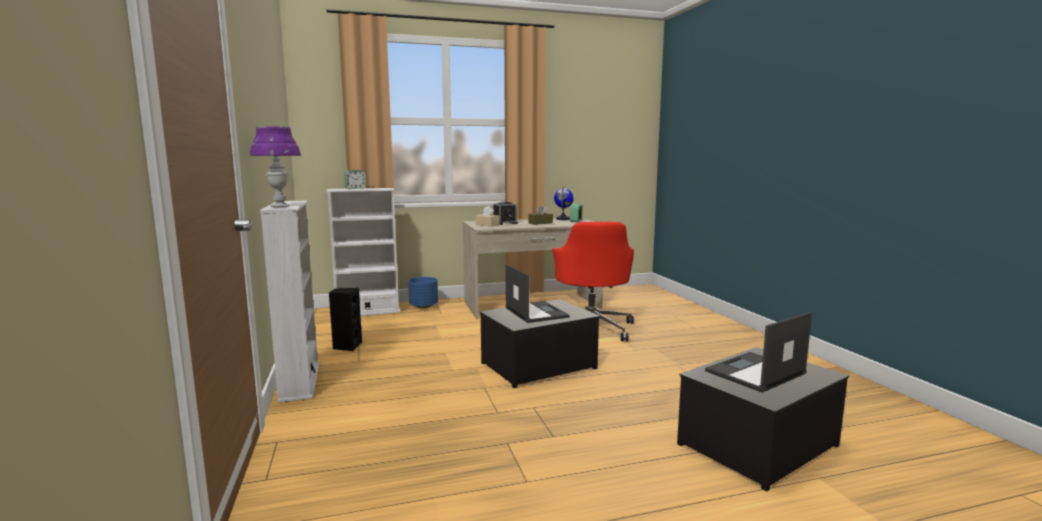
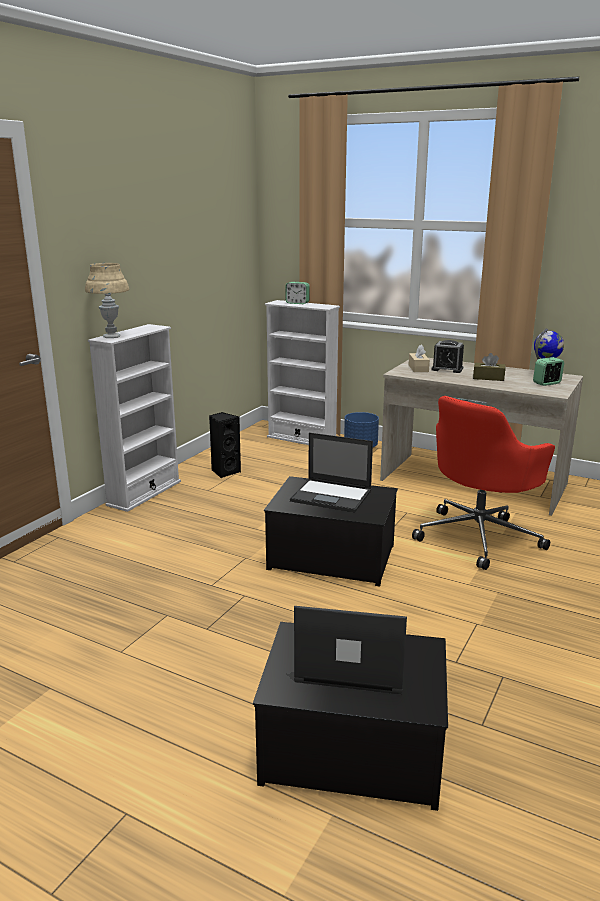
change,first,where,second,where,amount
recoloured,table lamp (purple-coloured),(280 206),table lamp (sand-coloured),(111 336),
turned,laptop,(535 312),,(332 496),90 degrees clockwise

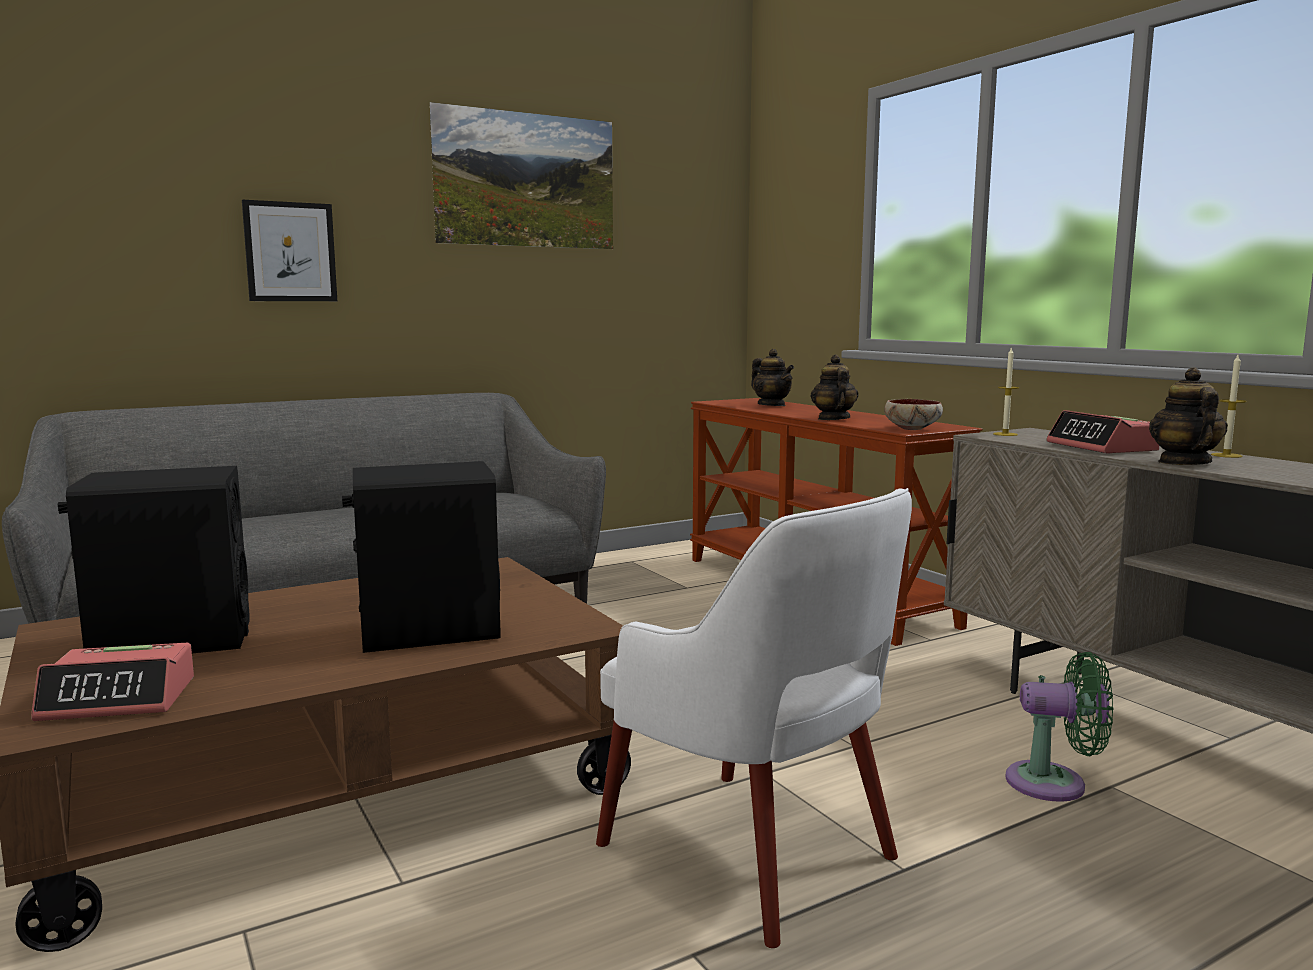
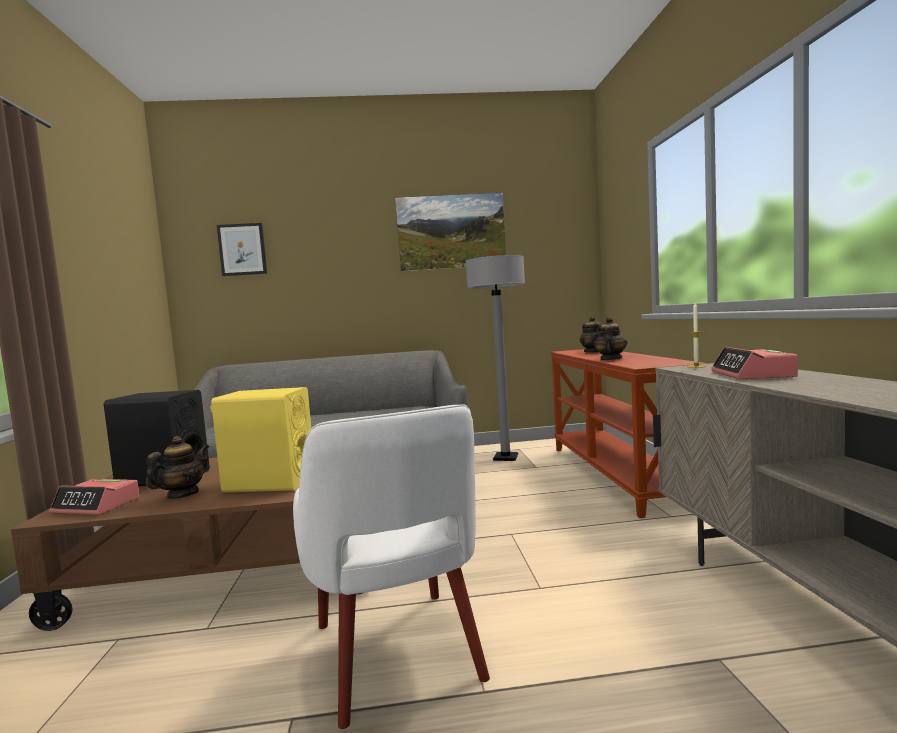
change,first,where,second,where,amount
moved,picture,(290 252),,(242 249),
recoloured,audio speaker (black),(428 631),audio speaker (yellow),(270 483),
removed,serving bowl,(911 428),,,
removed,electric fan (green-coloured),(1054 783),,,
moved,tea pot,(1183 462),,(182 494),
removed,wax candle,(1226 455),,,
added,,,standard lamp (grey),(506 458),

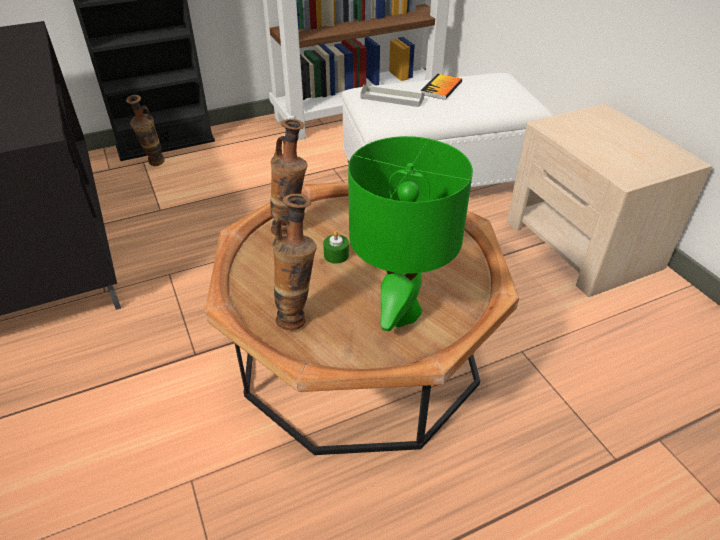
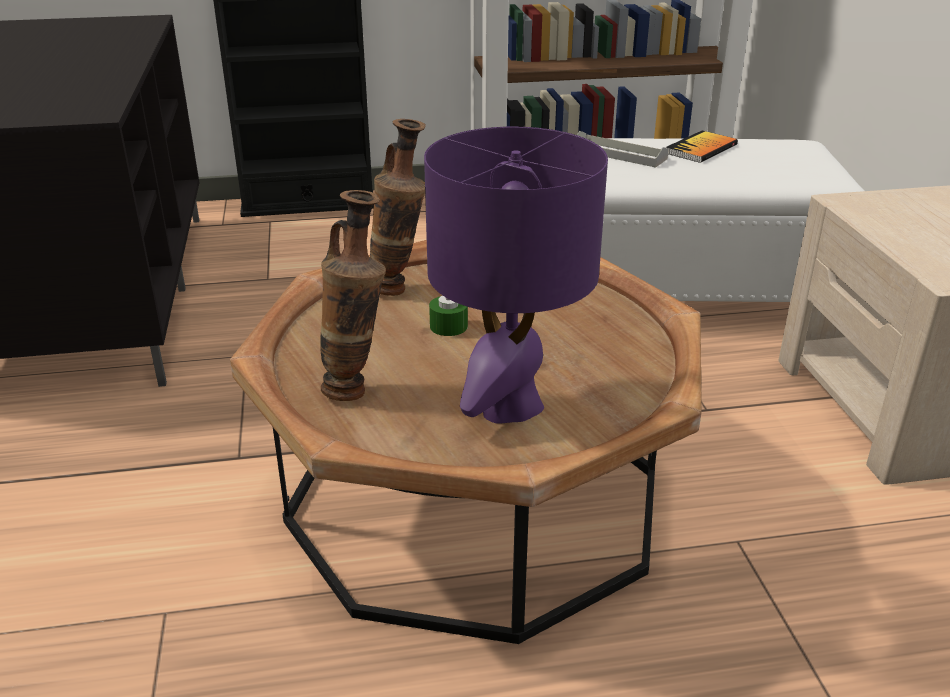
change,first,where,second,where,amount
removed,vase,(154 165),,,
recoloured,table lamp (green-coloured),(400 312),table lamp (purple-coloured),(509 406),

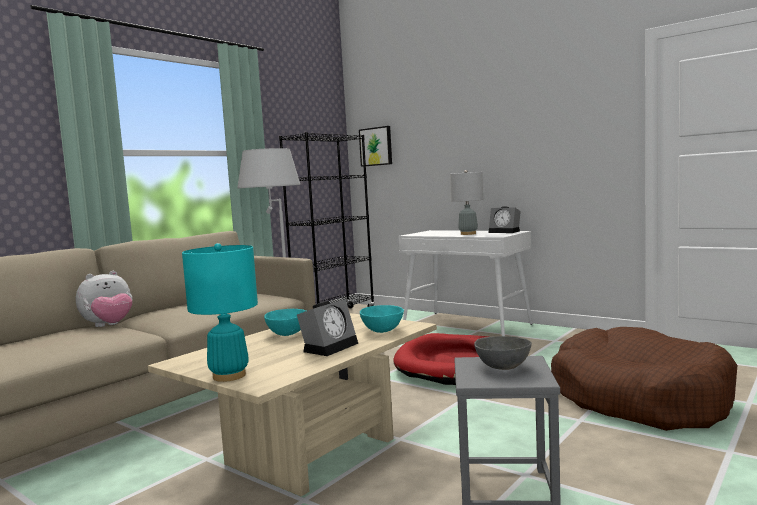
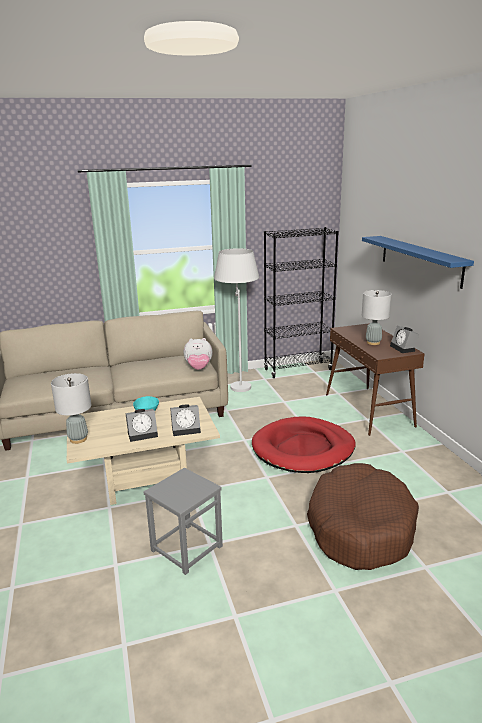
change,first,where,second,where,amount
moved,plush toy,(109 326),,(198 368),
recoloured,table lamp (blue-green),(229 376),table lamp (grey),(78 439),
removed,picture,(376 146),,,
replaced,serving bowl (blue-green),(382 330),bedside clock,(187 429),
recoloured,hall table (whitish),(467 325),hall table (brownish),(369 410),
removed,serving bowl (grey),(503 367),,,
added,,,shelf (bluish),(420 260),

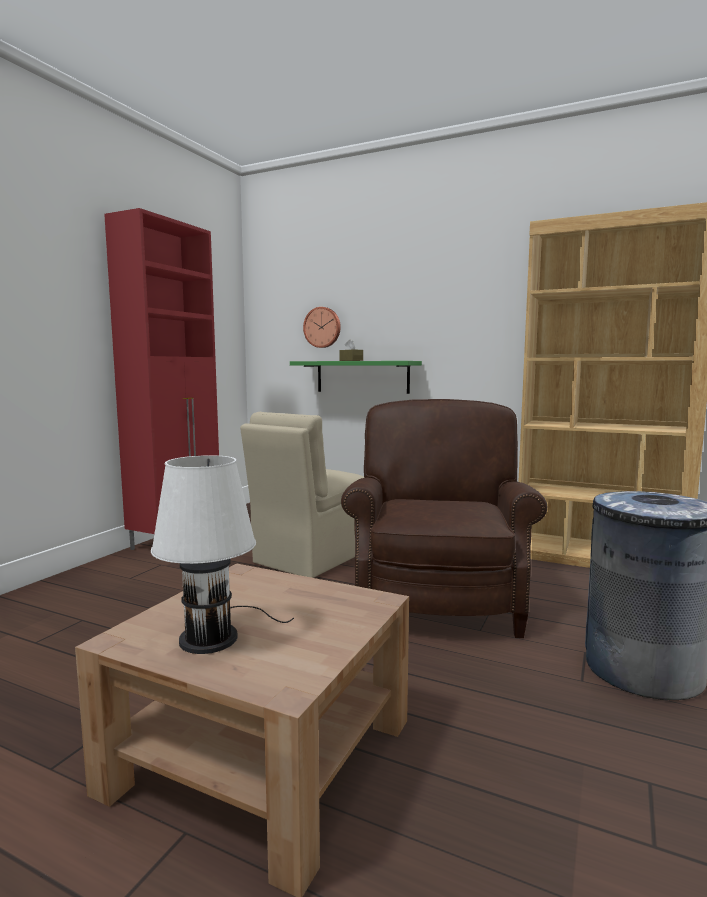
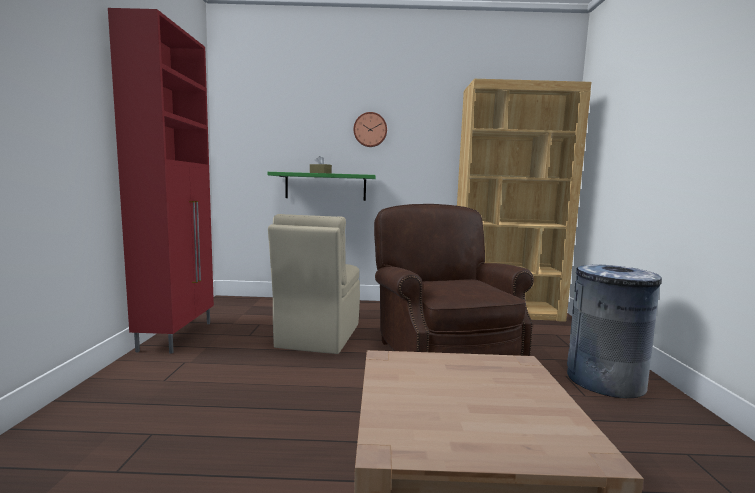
change,first,where,second,where,amount
removed,table lamp (whitish),(214 636),,,
moved,clock on the wall,(322 327),,(370 130),

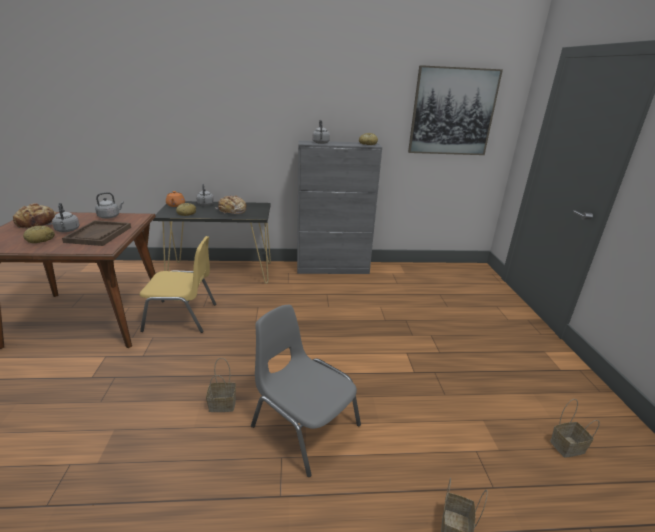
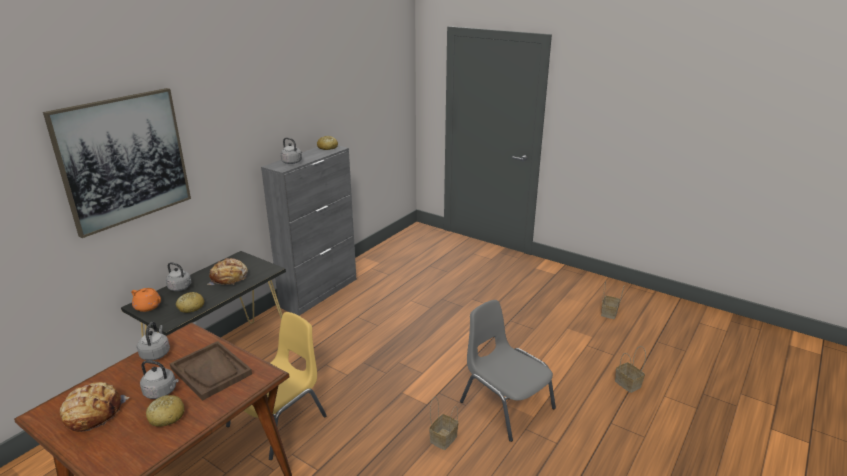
change,first,where,second,where,amount
turned,chair (grey),(304 425),,(505 404),60 degrees clockwise
moved,picture,(452 112),,(123 160),

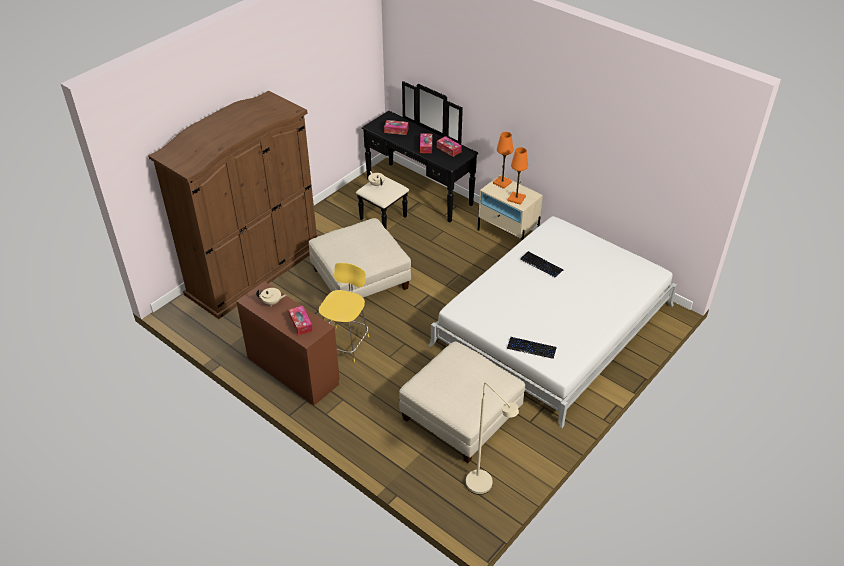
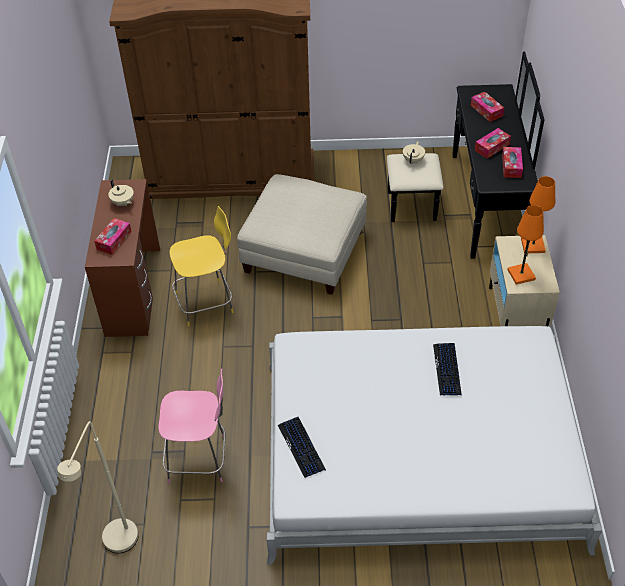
change,first,where,second,where,amount
replaced,ottoman (sand-coloured),(461 415),chair (pink),(199 459),

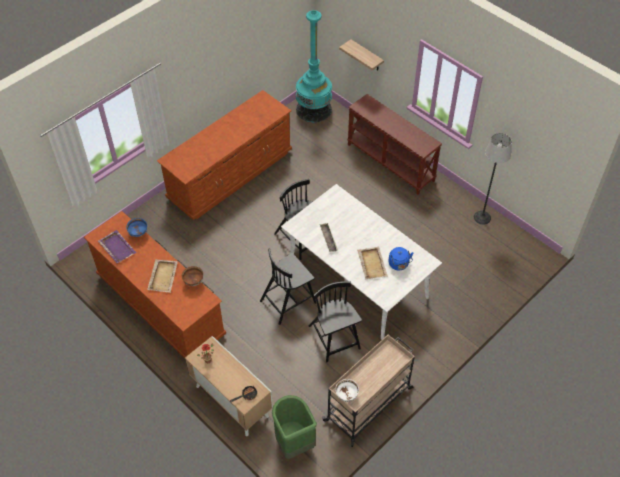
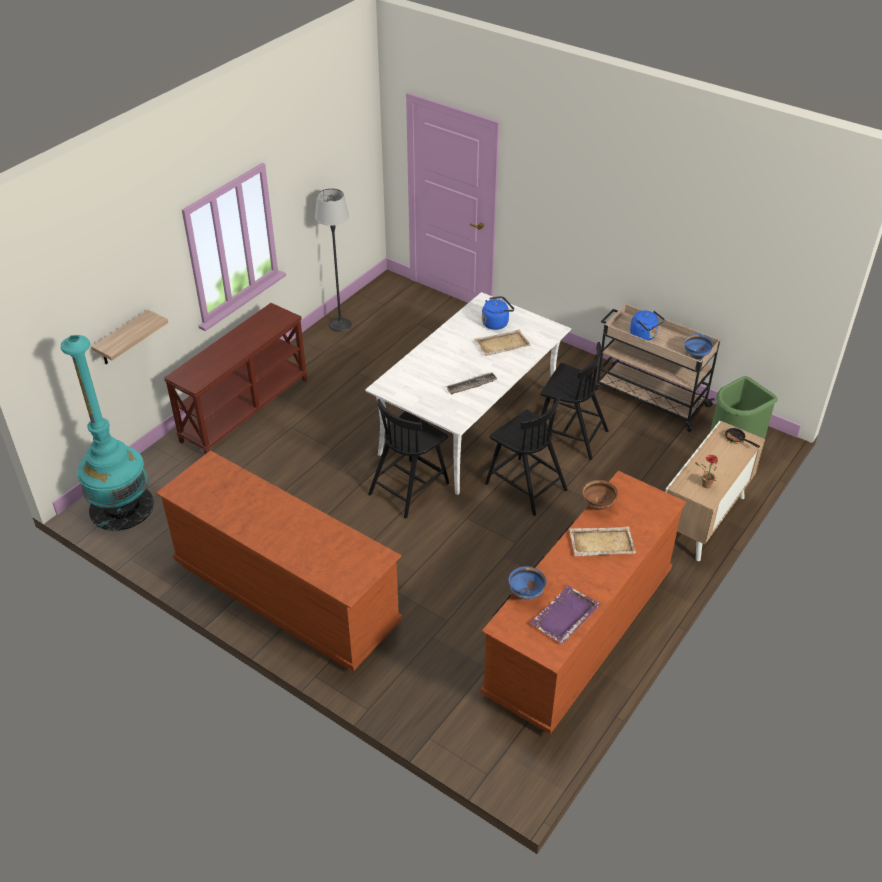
change,first,where,second,where,amount
turned,chair (black),(334 338),,(569 435),120 degrees counterclockwise
recoloured,serving bowl (whitish),(346 395),serving bowl (bluish),(696 355),
added,,,tea kettle (bluish),(644 336),

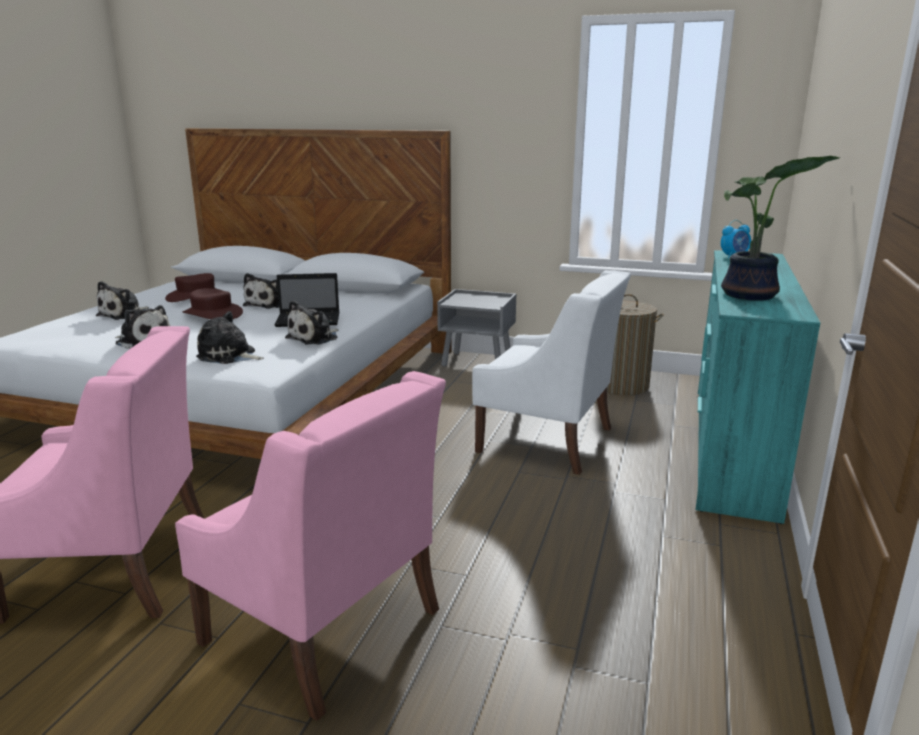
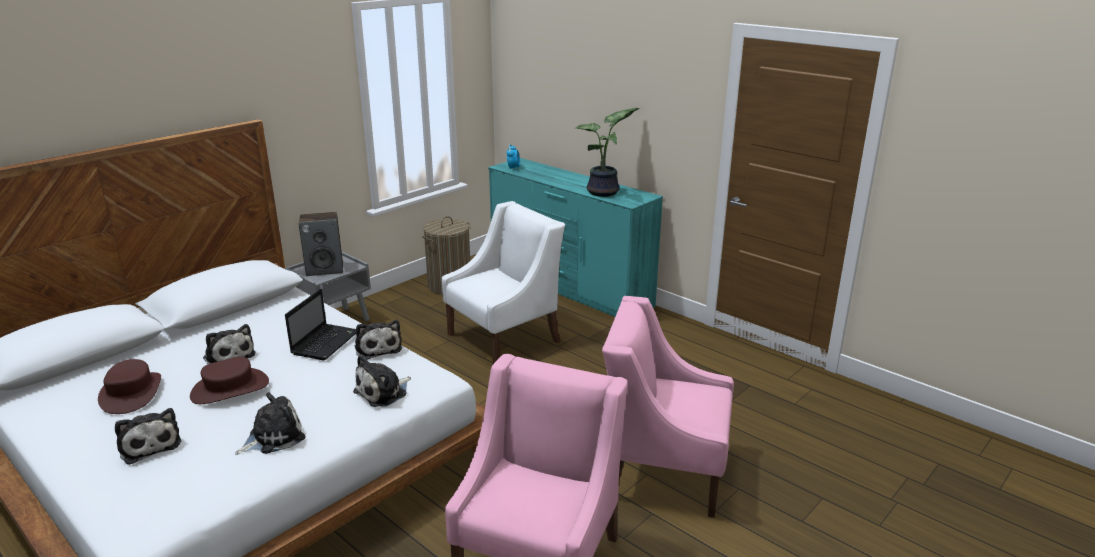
change,first,where,second,where,amount
turned,lounge chair (pink),(323 627),,(663 470),135 degrees counterclockwise
added,,,audio speaker,(325 269),

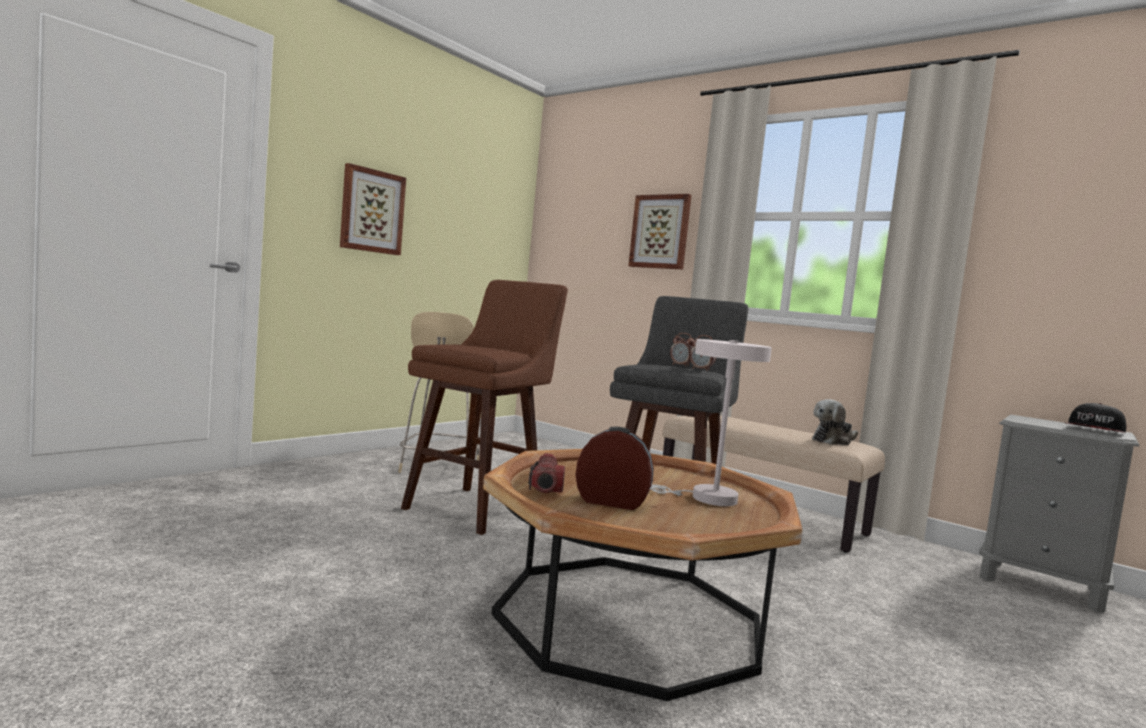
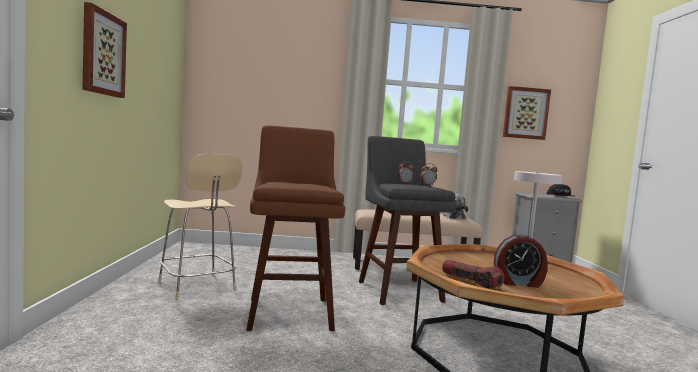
change,first,where,second,where,amount
turned,bedside clock,(612 501),,(518 282),150 degrees counterclockwise
moved,picture,(660 232),,(525 113),

